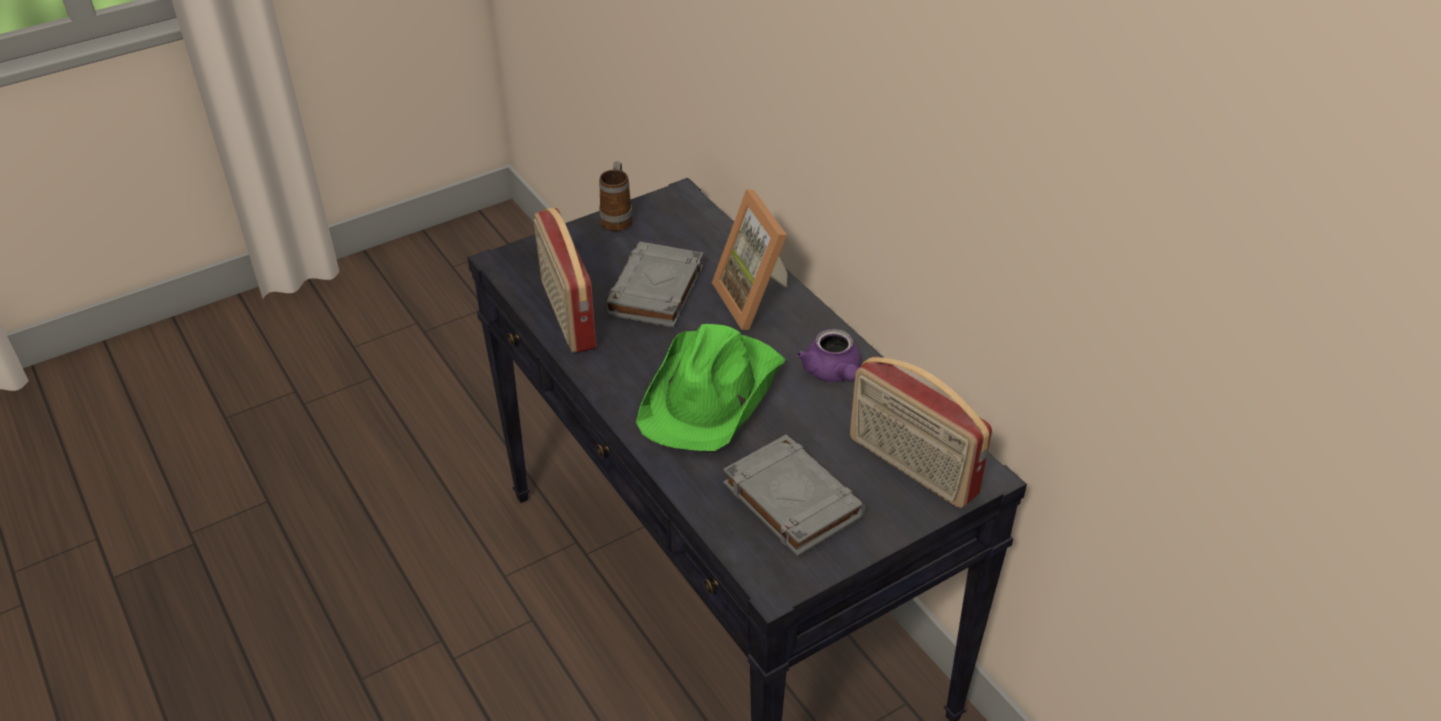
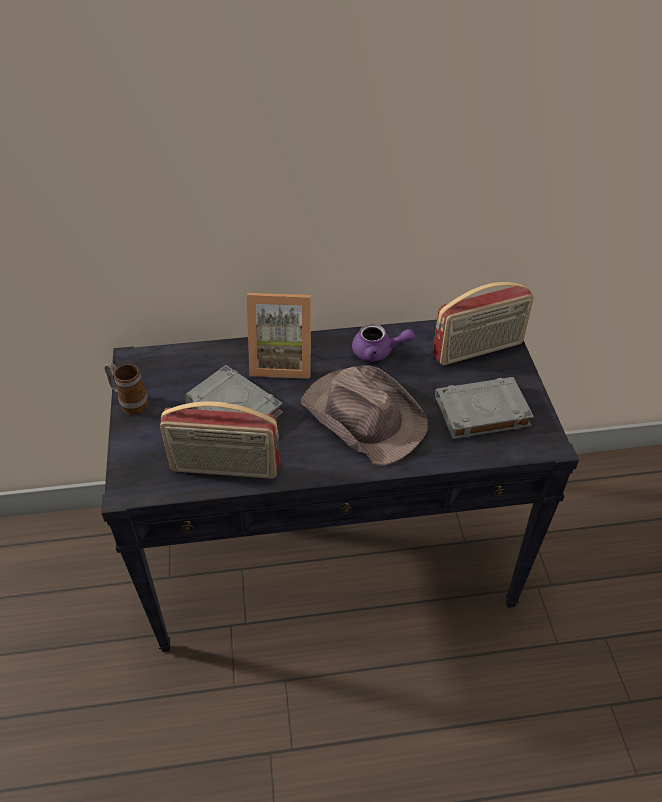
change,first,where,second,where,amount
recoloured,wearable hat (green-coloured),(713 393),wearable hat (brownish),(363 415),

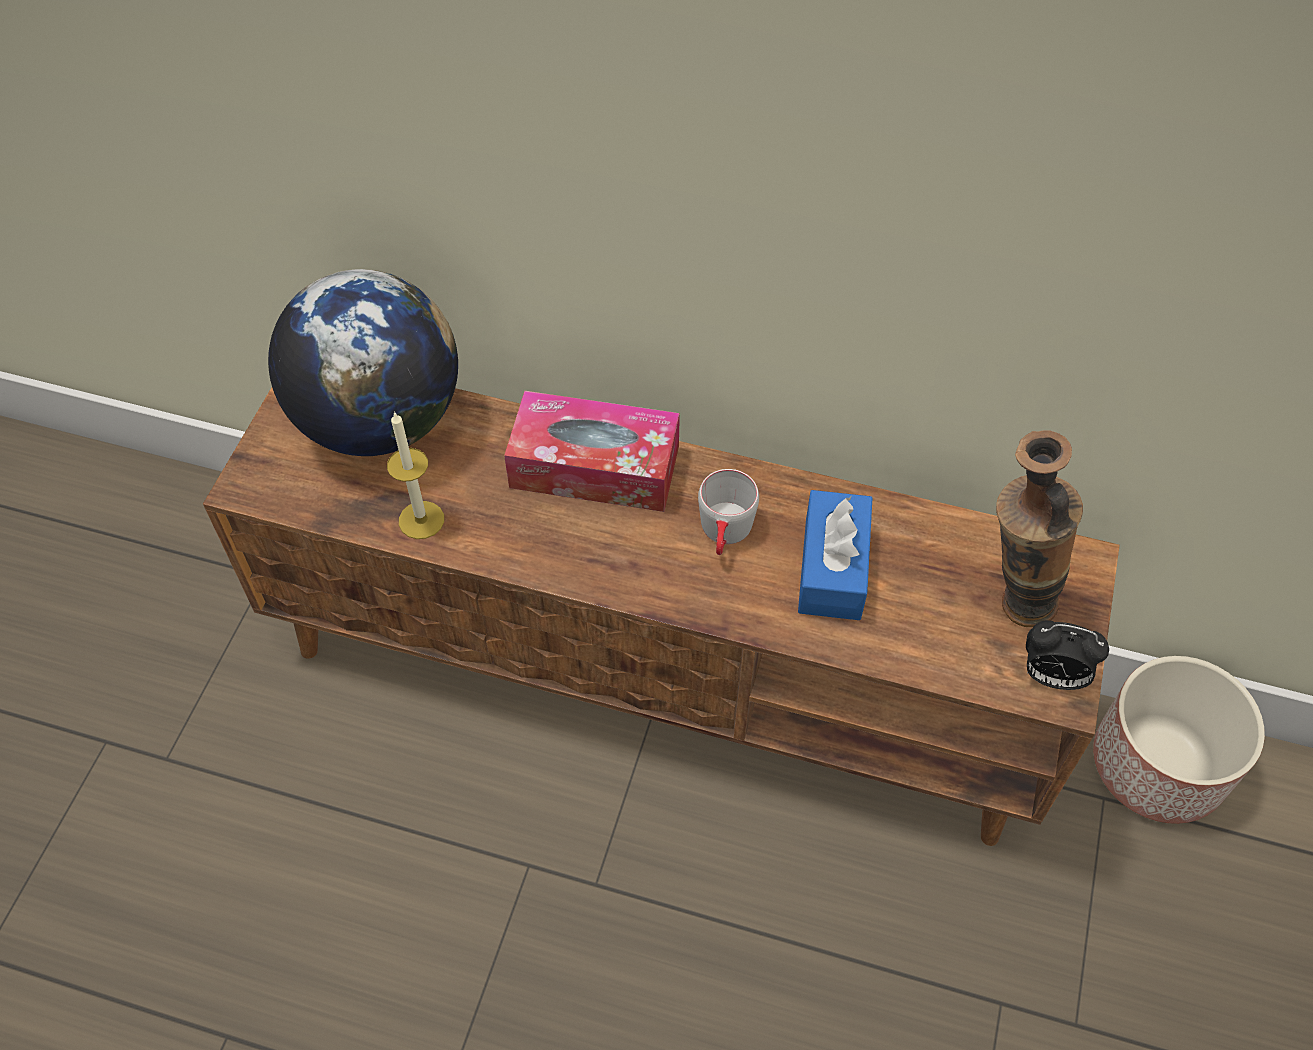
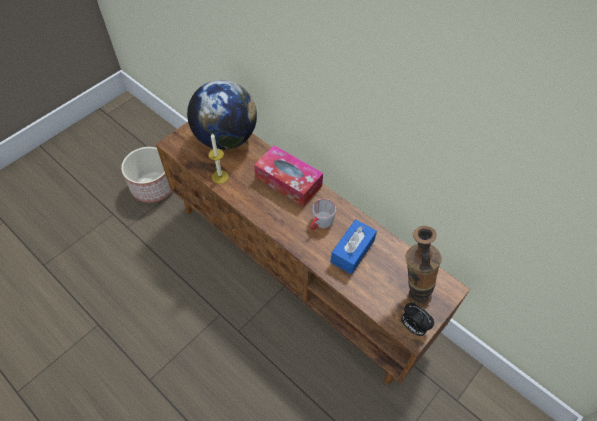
change,first,where,second,where,amount
moved,planter,(1156 763),,(153 186),

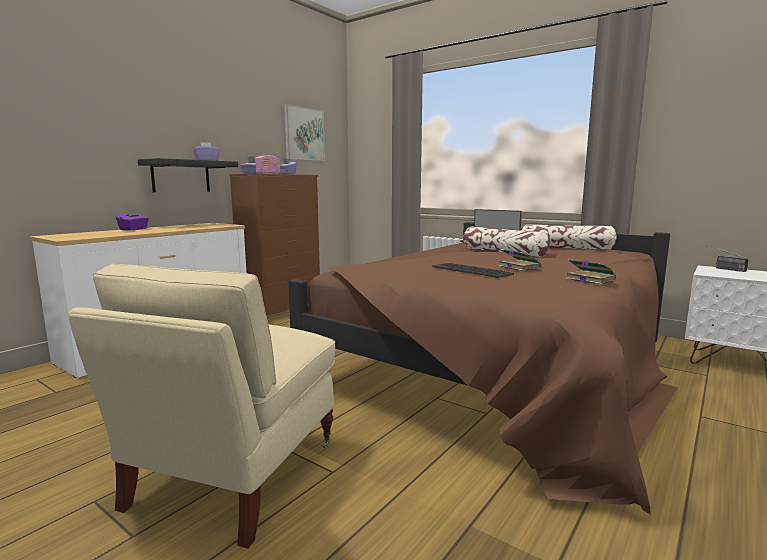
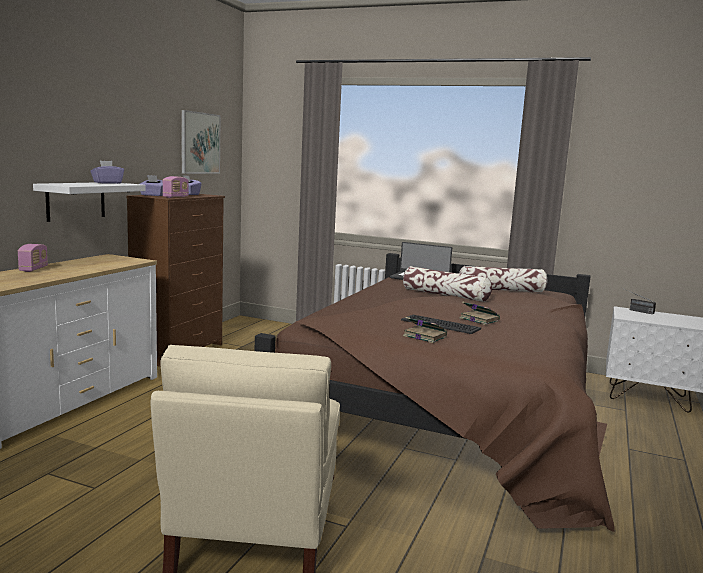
change,first,where,second,where,amount
replaced,box of tissues (purple-coloured),(134 229),radio receiver,(33 269),
recoloured,shelf (black),(181 176),shelf (whitish),(76 201),
moved,bound book,(589 280),,(424 336),

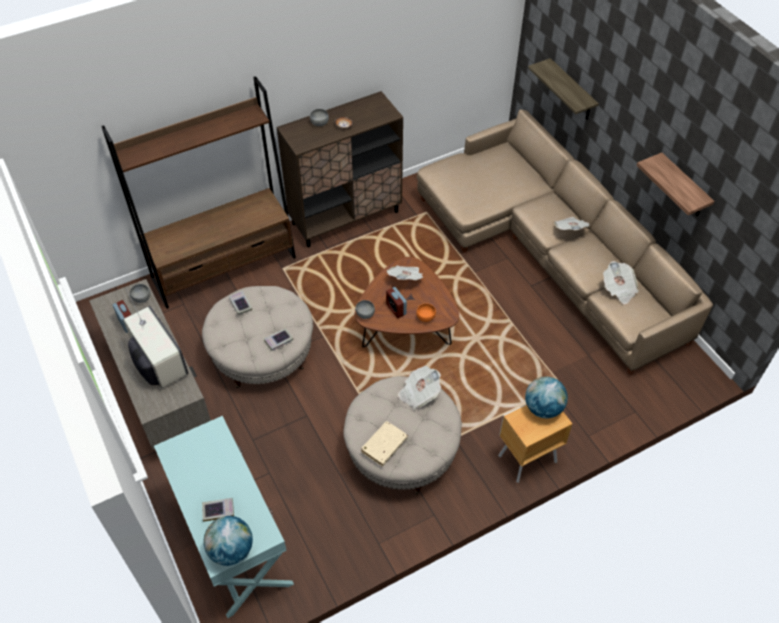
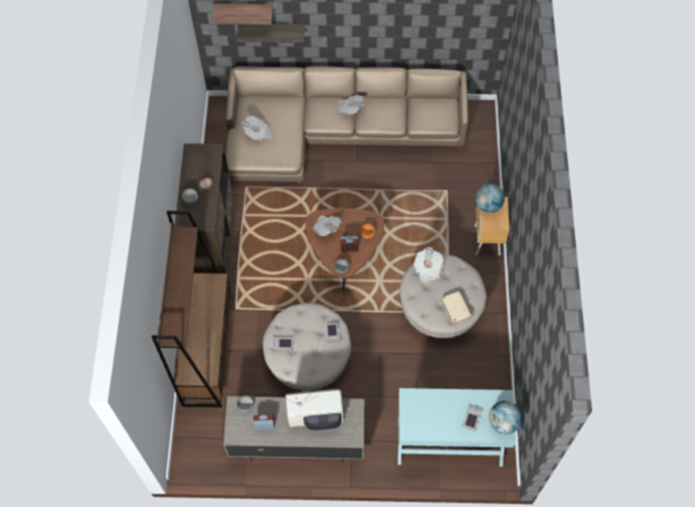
change,first,where,second,where,amount
moved,printed paper,(618 289),,(257 133),
moved,shelf,(683 187),,(244 11),

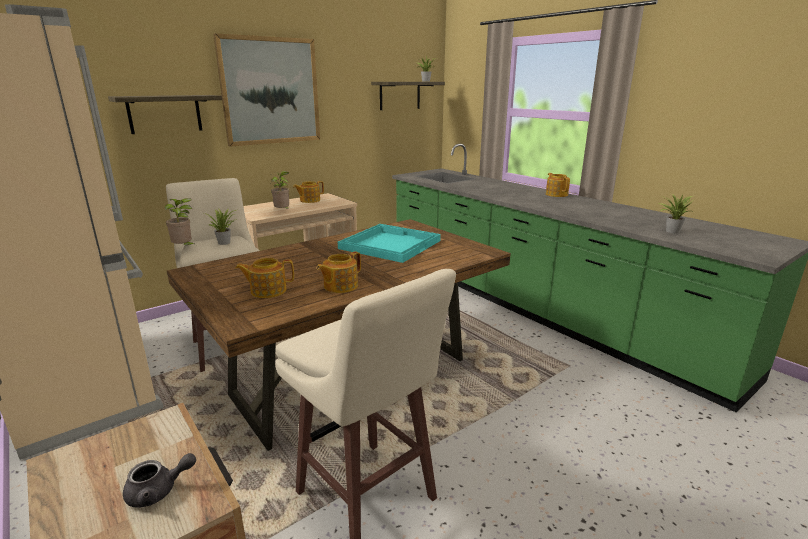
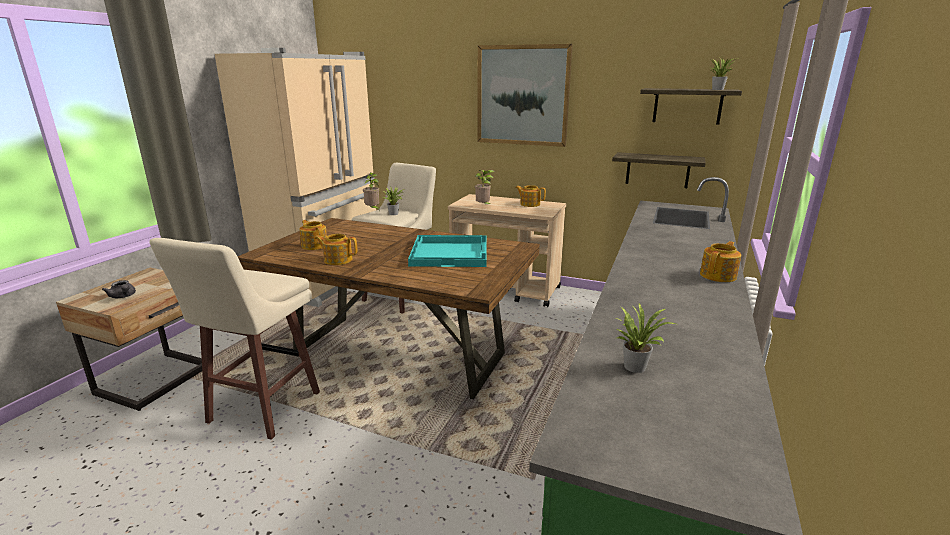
change,first,where,second,where,amount
moved,shelf,(165 114),,(657 170),

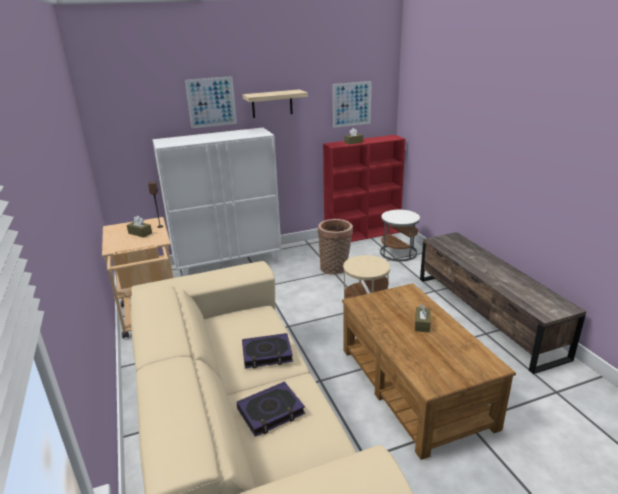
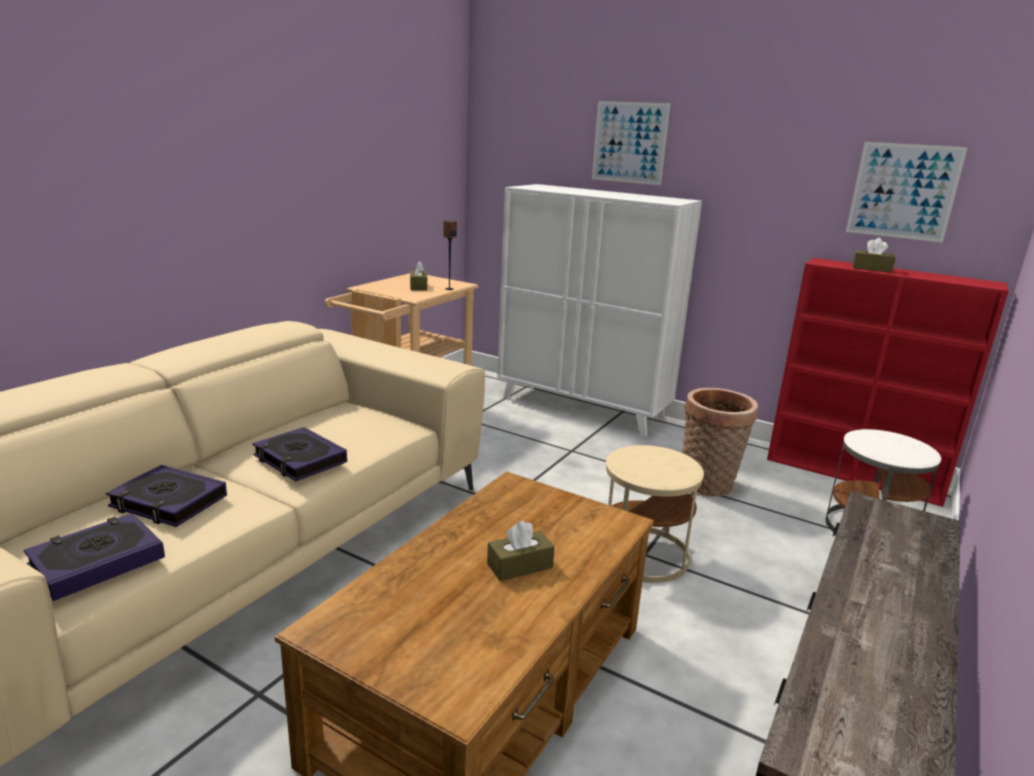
change,first,where,second,where,amount
removed,shelf,(272 103),,,
added,,,bound book,(97 562),

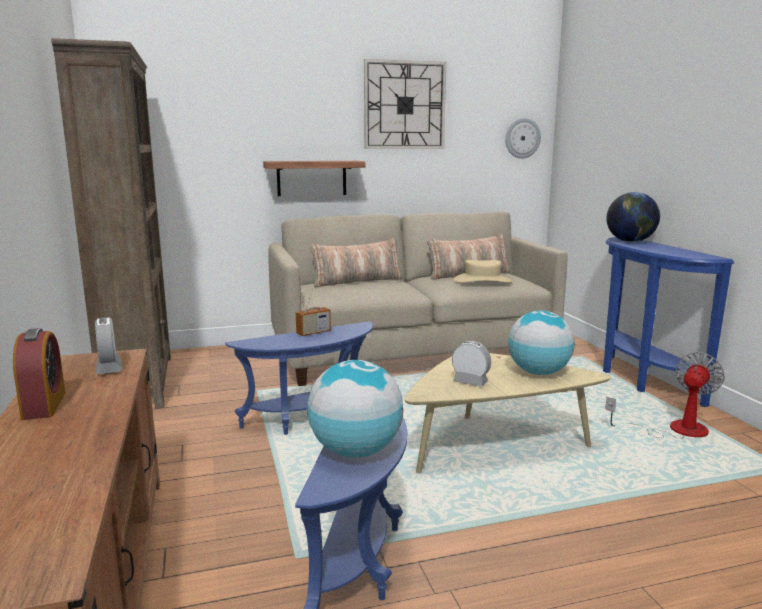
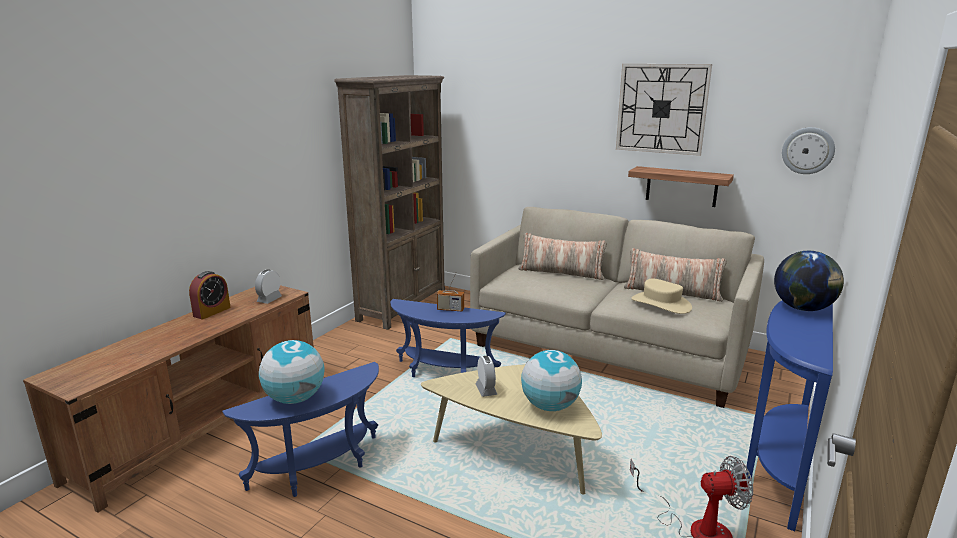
change,first,where,second,where,amount
moved,shelf,(311 178),,(681 186),

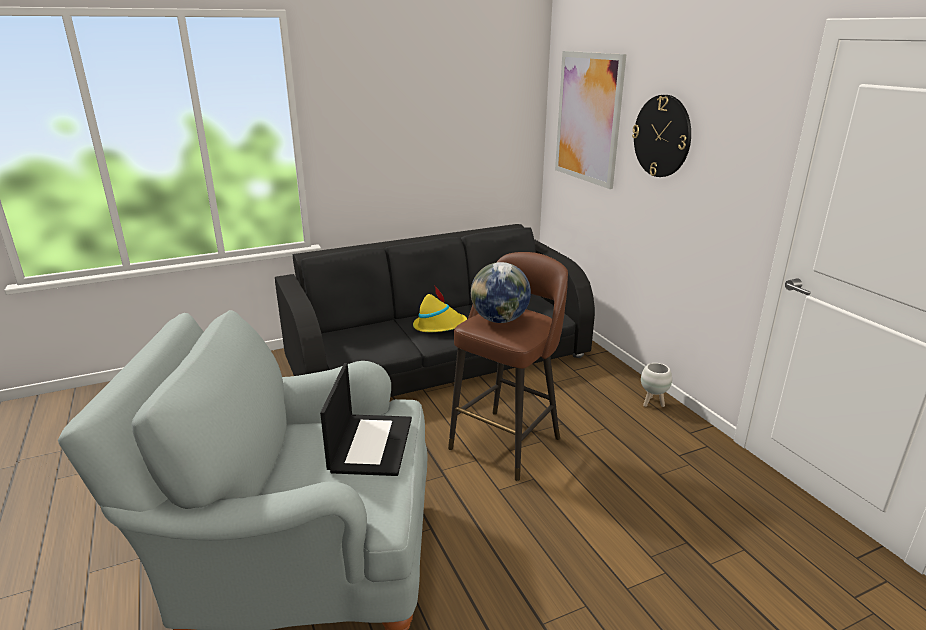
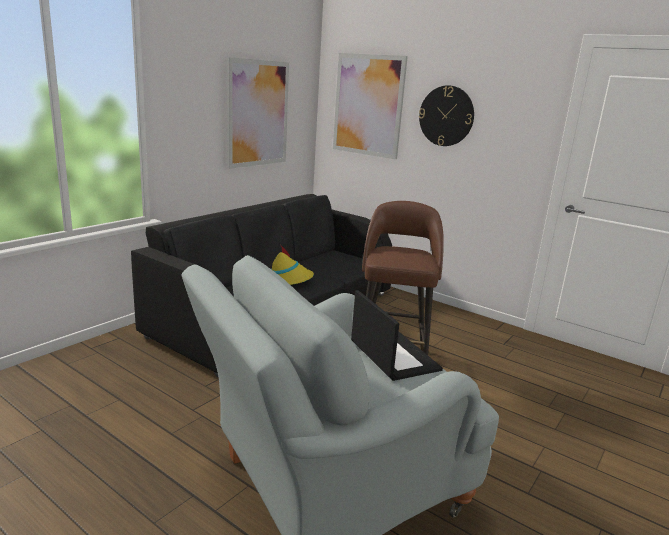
change,first,where,second,where,amount
removed,globe,(499 320),,,
removed,planter (whitish),(652 403),,,
added,,,picture,(257 113),

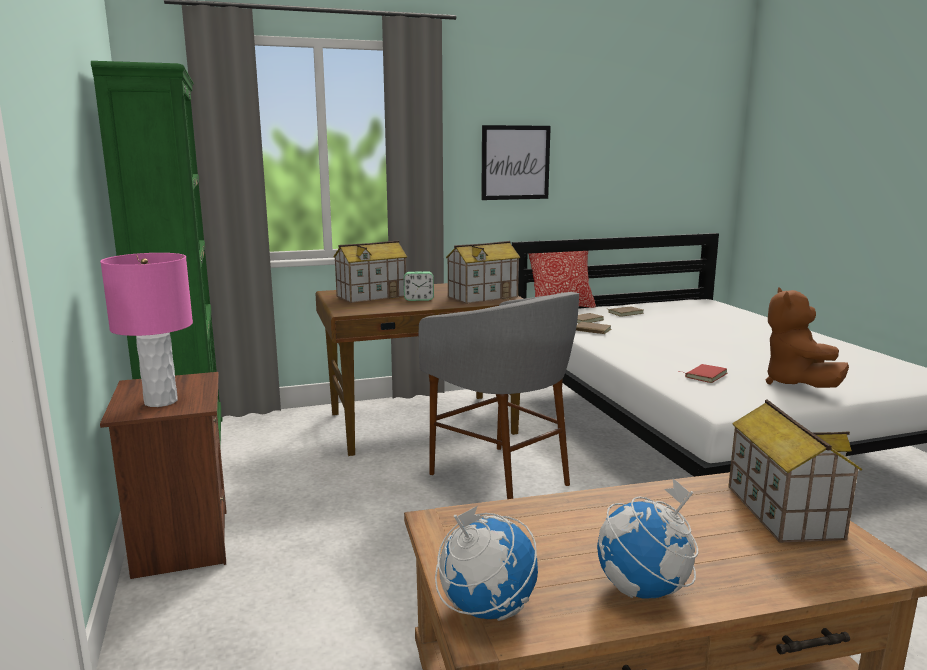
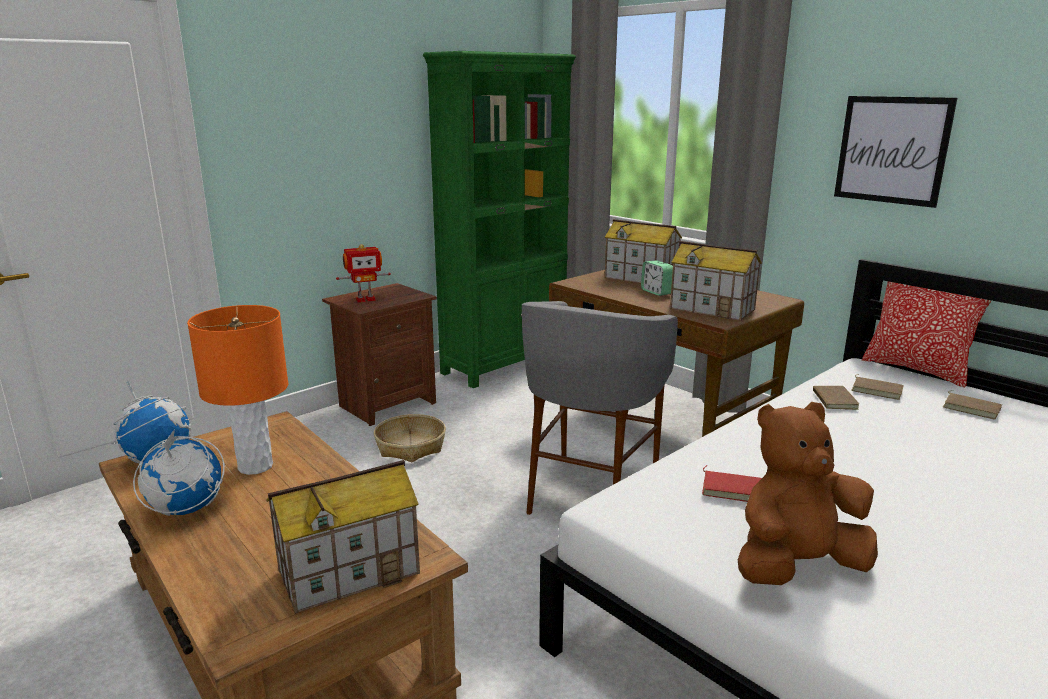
change,first,where,second,where,amount
replaced,table lamp (pink),(160 401),robot figure,(365 299),
added,,,table lamp (orange),(255 466),
added,,,household basket,(411 447),

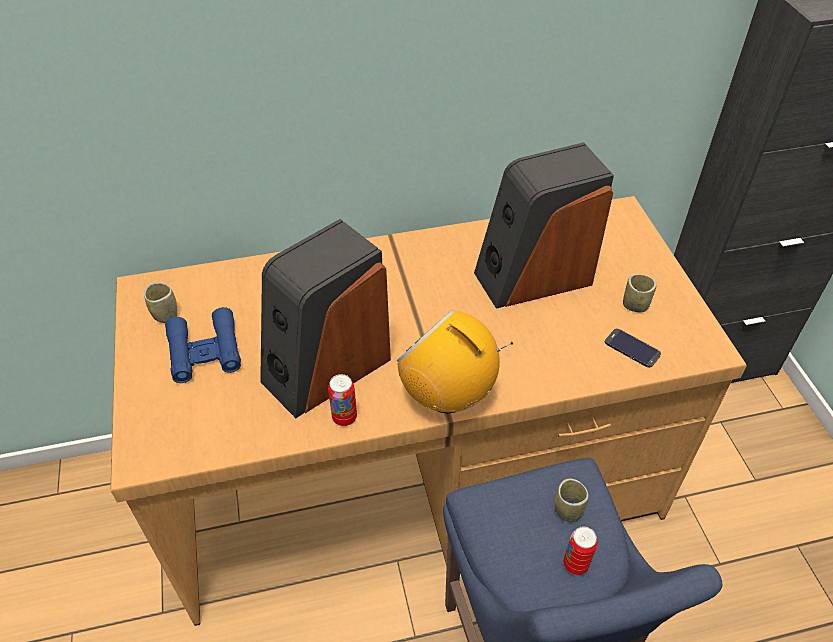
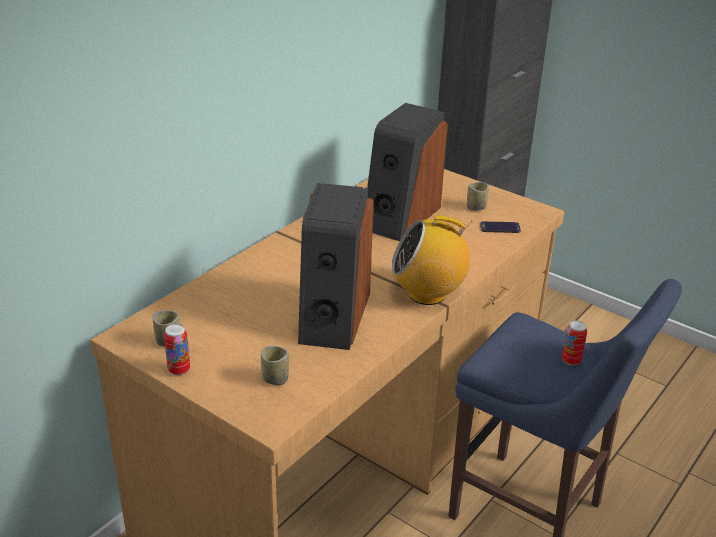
change,first,where,second,where,amount
removed,binoculars (bluish),(205 351),,,
moved,sealed can,(344 417),,(179 370),
moved,drinking cup,(568 510),,(275 379),

